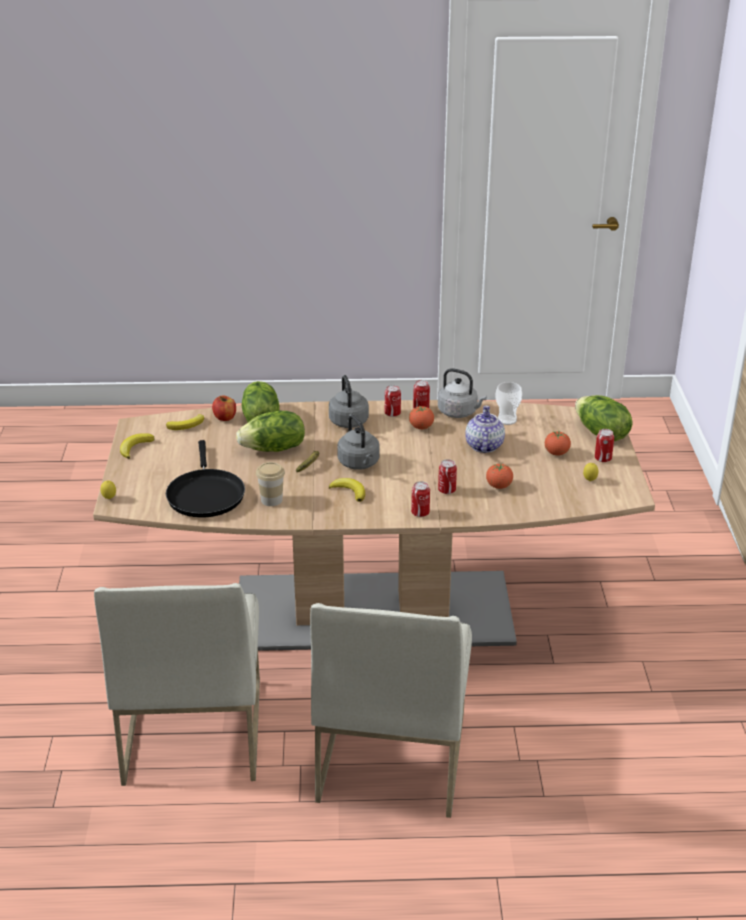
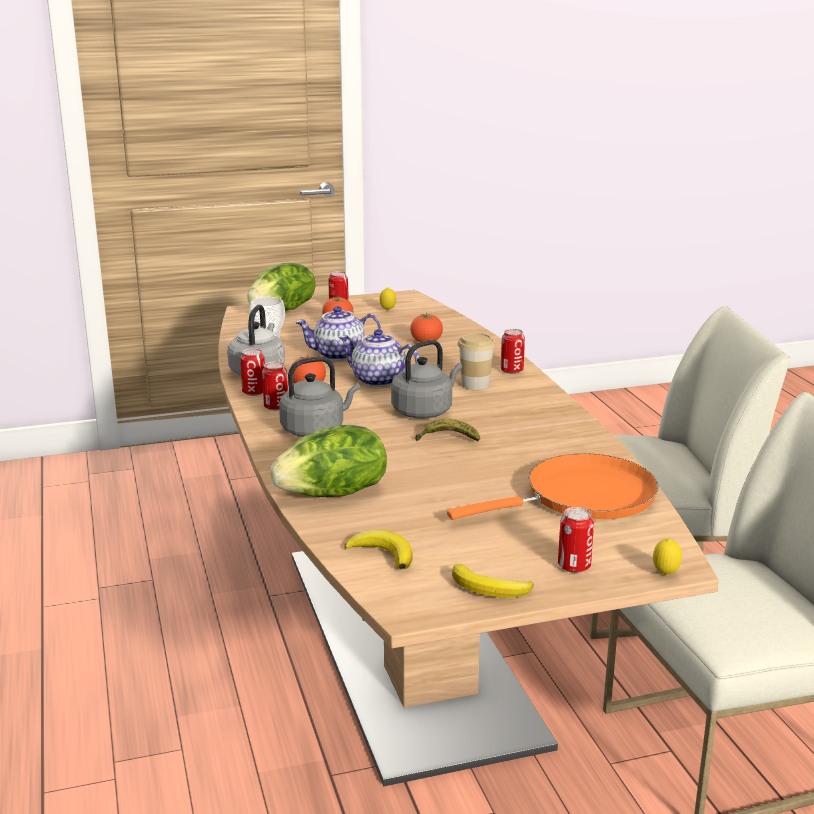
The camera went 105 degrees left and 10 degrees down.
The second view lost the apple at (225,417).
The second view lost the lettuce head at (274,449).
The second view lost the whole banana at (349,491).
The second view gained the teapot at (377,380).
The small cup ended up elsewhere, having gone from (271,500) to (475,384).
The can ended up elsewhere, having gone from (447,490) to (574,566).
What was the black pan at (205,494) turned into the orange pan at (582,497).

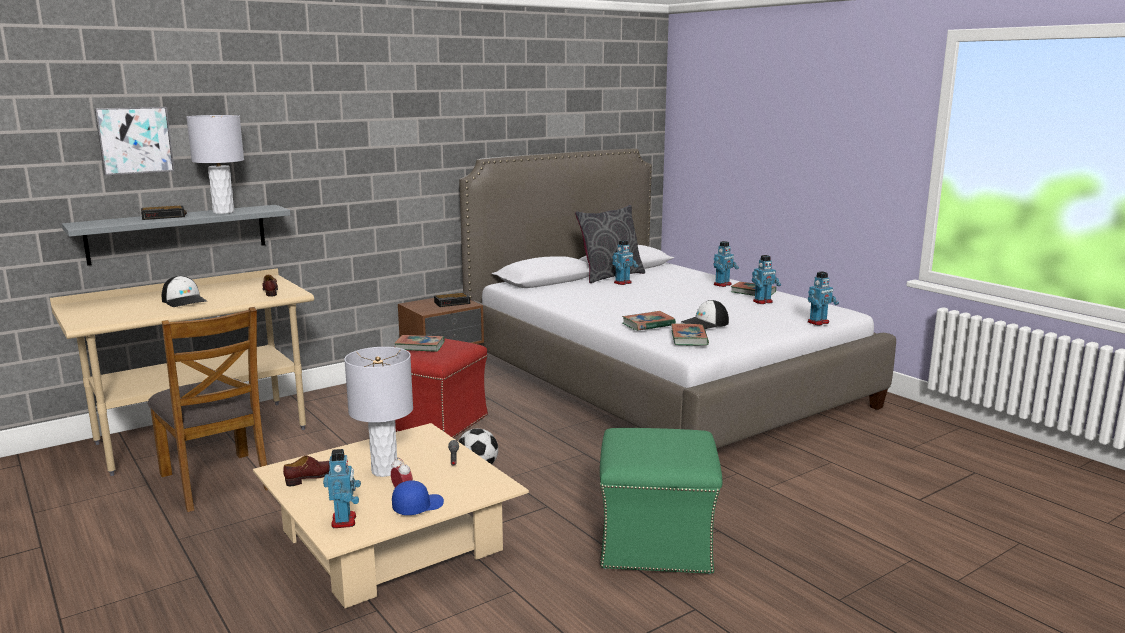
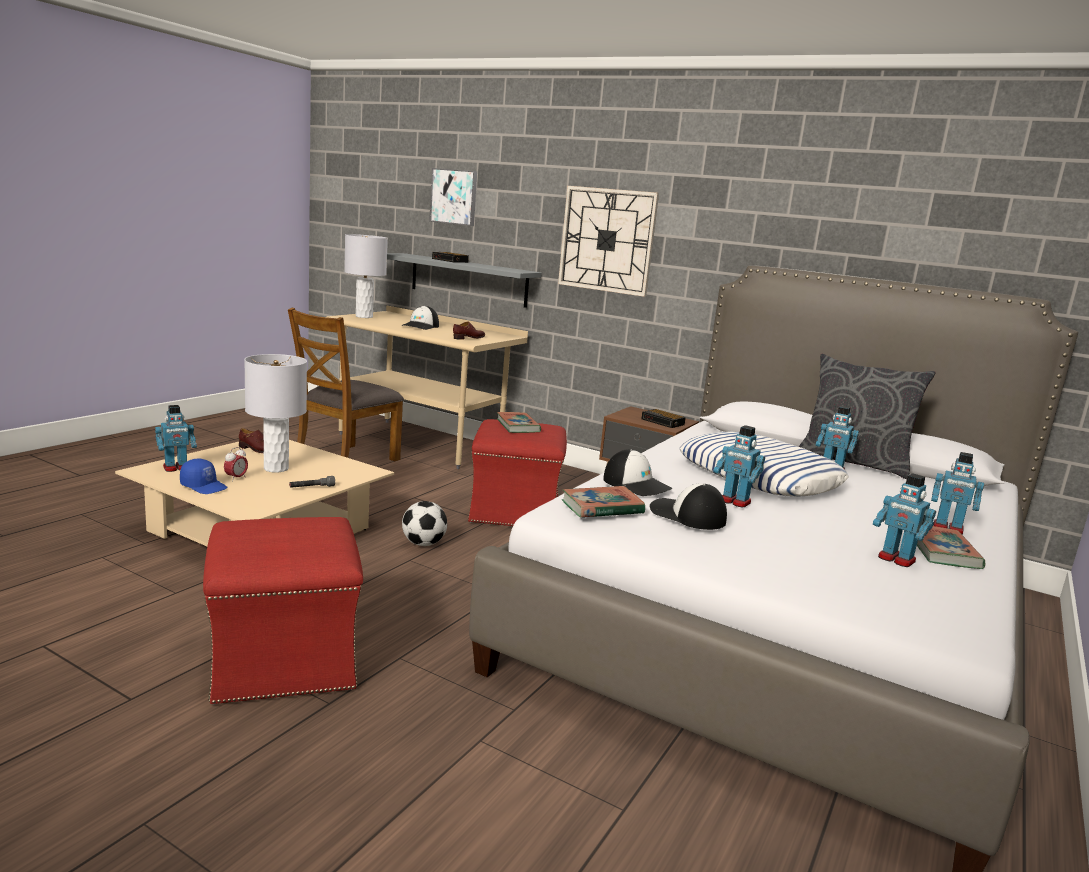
The camera went 65 degrees right and 0 degrees up.
The second view gained the wall clock at (607,240).
The second view gained the cushion at (759,476).
The gray lamp for a table ended up elsewhere, having gone from (224,212) to (364,316).
The toy robot ended up elsewhere, having gone from (818,322) to (734,502).
Where the bound book stood at (648,324), the cap came to stand at (637,484).
What was the greenish footrest at (657,543) turned into the red-coloured footrest at (284,661).

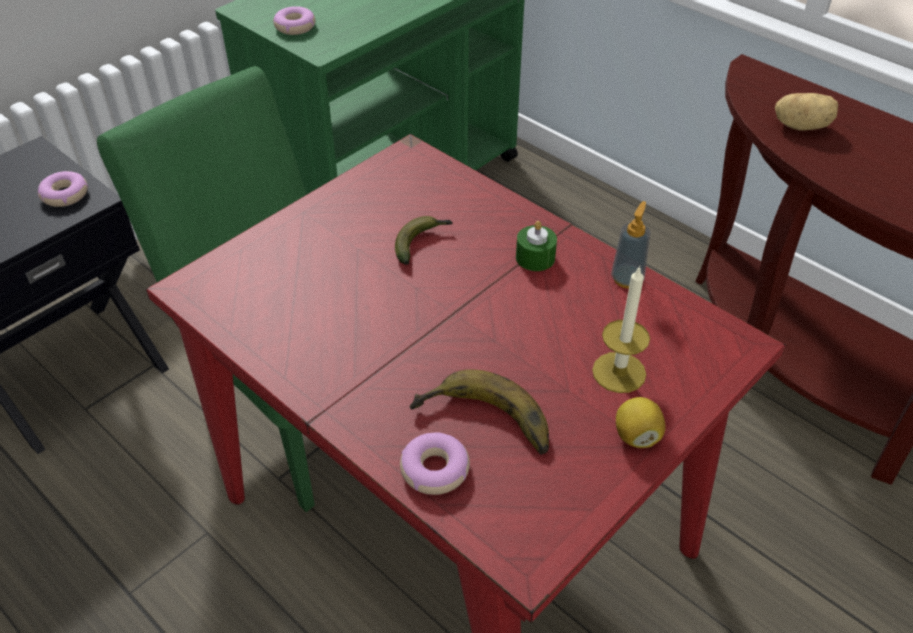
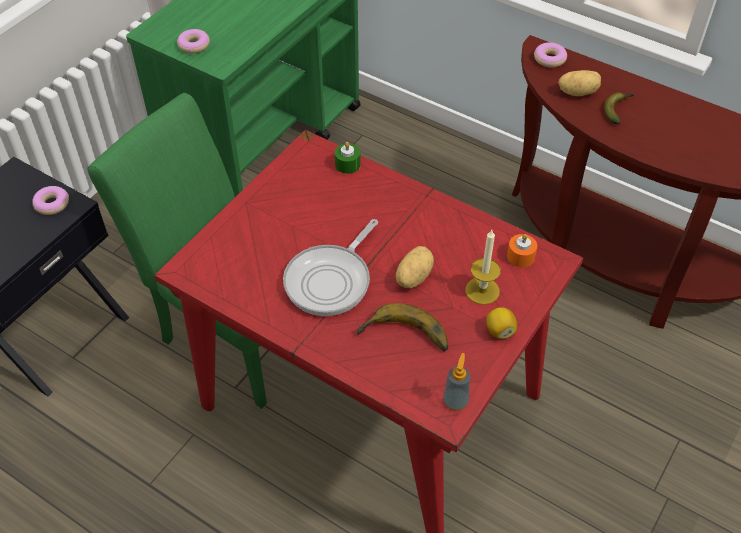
The camera went 10 degrees left and 5 degrees up.
The second view gained the pan at (331,280).
The second view gained the spud at (412,277).
The second view gained the orange candle at (520,256).
The whole banana ended up elsewhere, having gone from (421,243) to (617,110).
The doughnut ended up elsewhere, having gone from (435,469) to (549,59).
The greenish candle ended up elsewhere, having gone from (535,257) to (347,164).
The liquid soap bottle ended up elsewhere, having gone from (627,279) to (455,401).

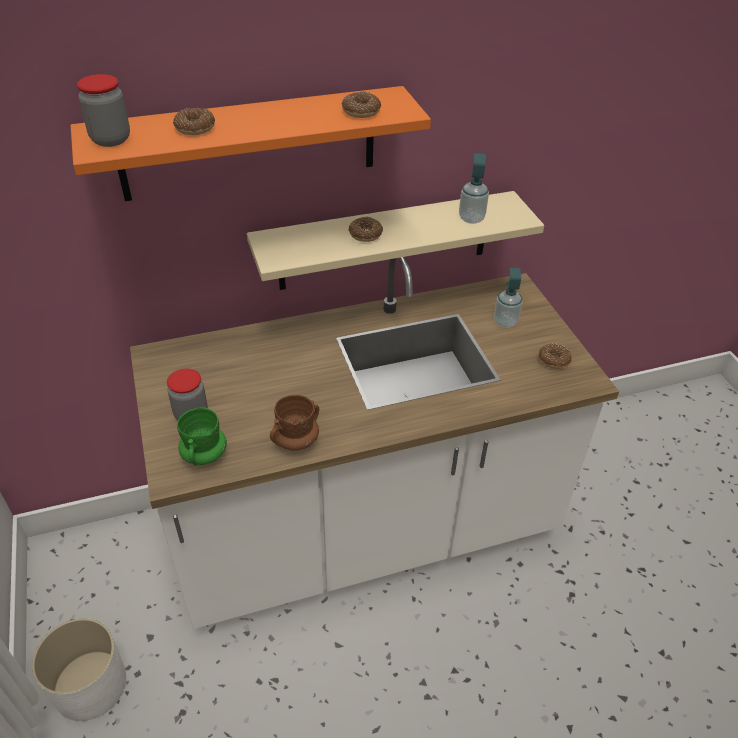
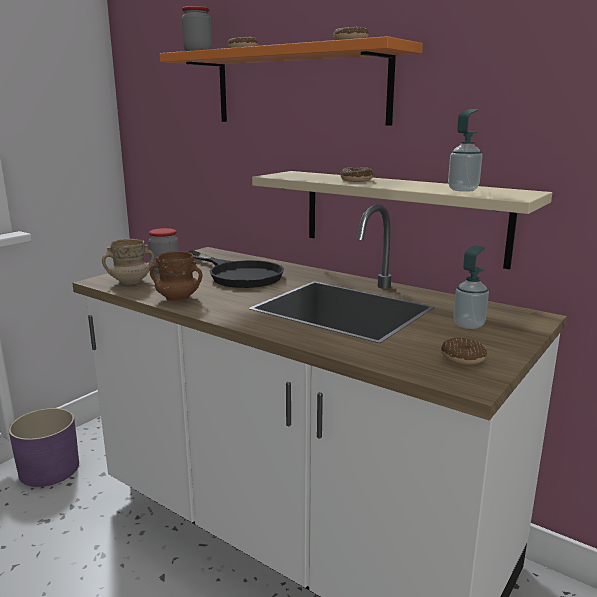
The camera went 55 degrees right and 25 degrees down.
The second view gained the black pan at (238,274).
What was the whitish flower pot at (90,684) turned into the purplish flower pot at (50,469).
What was the greenish coffee mug at (204,455) turned into the beige-coloured coffee mug at (130,282).

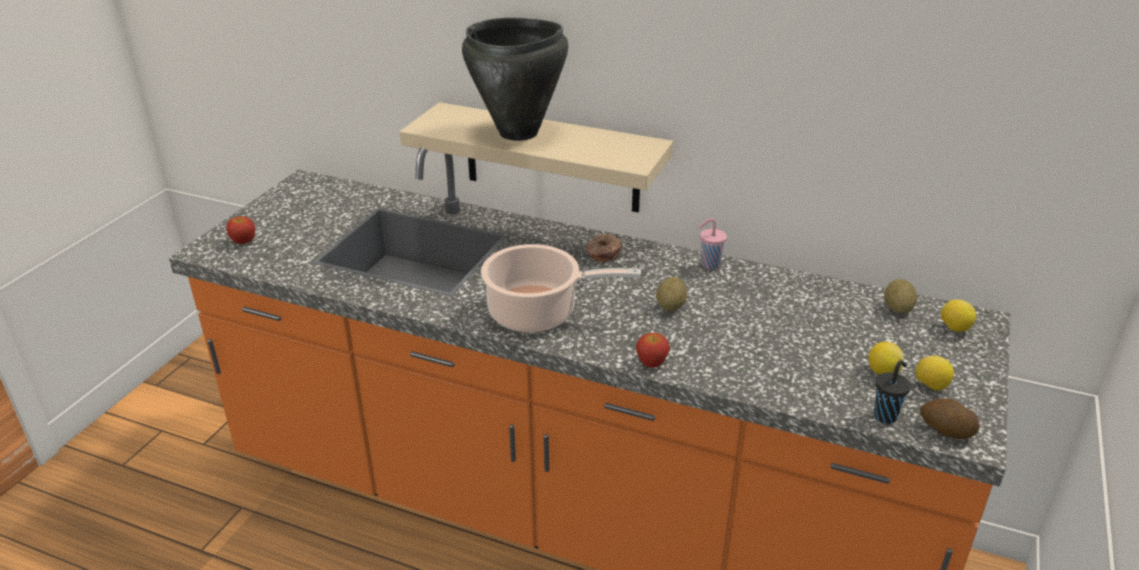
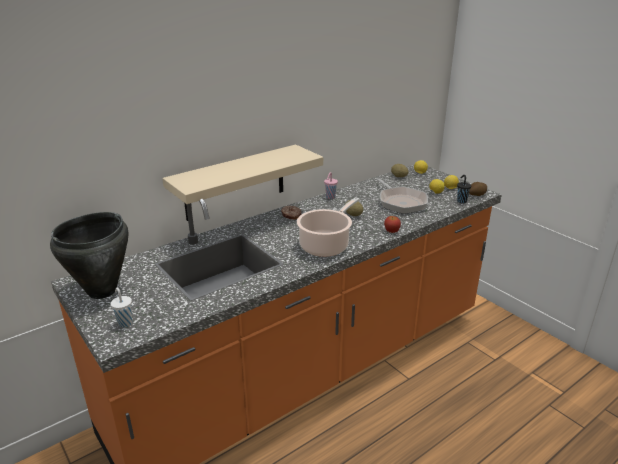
The camera went 60 degrees left and 5 degrees down.
The second view gained the pan at (400,202).
The black cooking pot ended up elsewhere, having gone from (519,133) to (103,291).
Where the apple stood at (243,241), the whitish small cup came to stand at (125,322).

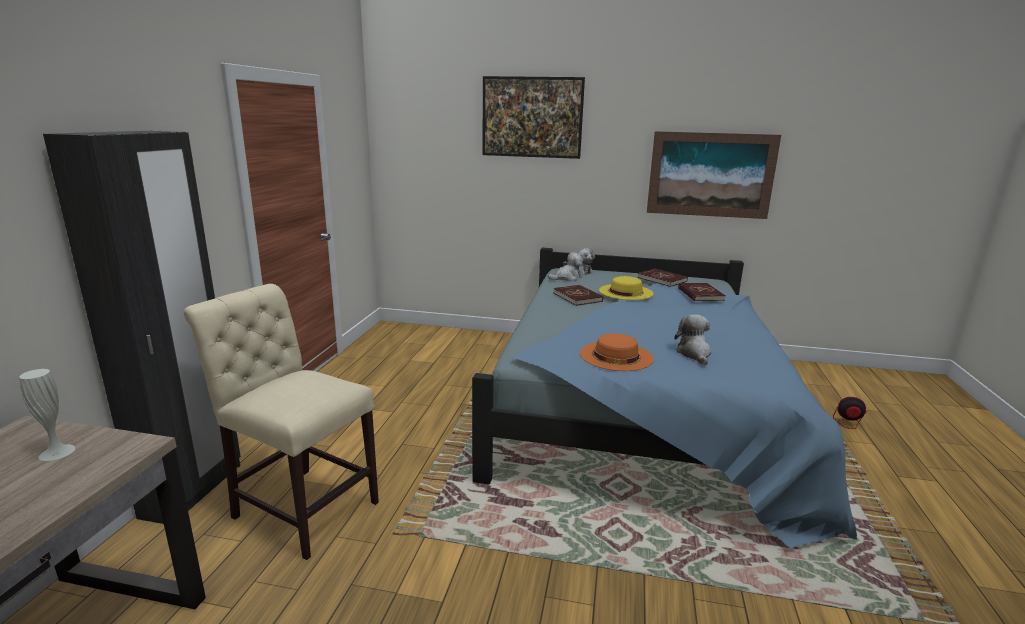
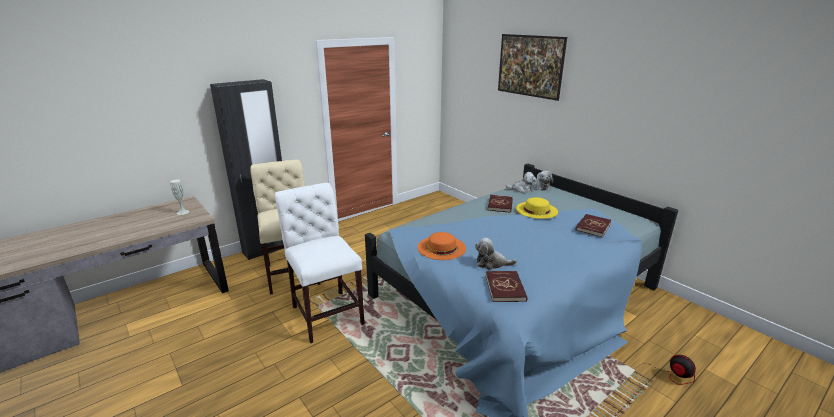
The camera went 40 degrees right and 5 degrees up.
The second view lost the wall art at (710,175).
The second view gained the whitish upright chair at (326,312).
The red-coloured bound book ended up elsewhere, having gone from (662,279) to (505,288).
The soft toy at (694,354) ended up facing another way, 120 degrees counterclockwise from before.

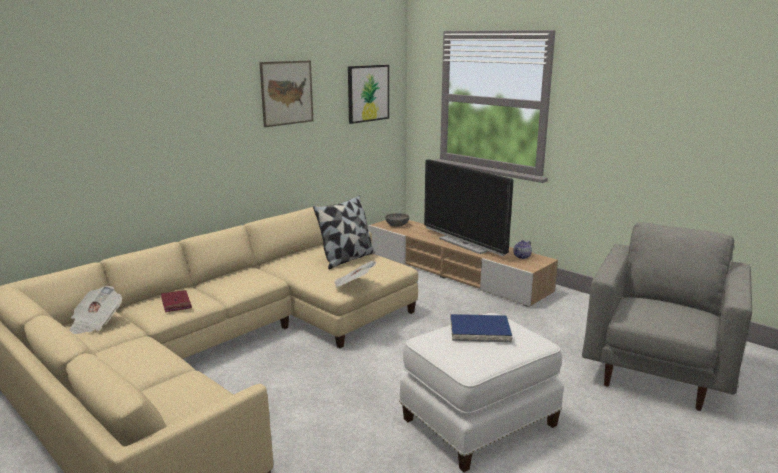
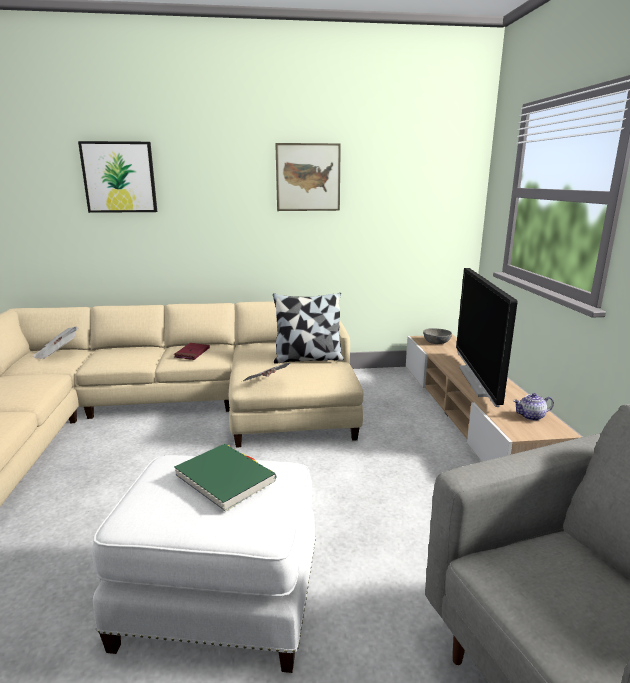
The camera went 40 degrees right and 0 degrees up.
The red-coloured bound book ended up elsewhere, having gone from (176,303) to (192,353).
The wall art ended up elsewhere, having gone from (368,93) to (119,177).
What was the blue bound book at (479,331) turned into the greenish bound book at (225,479).

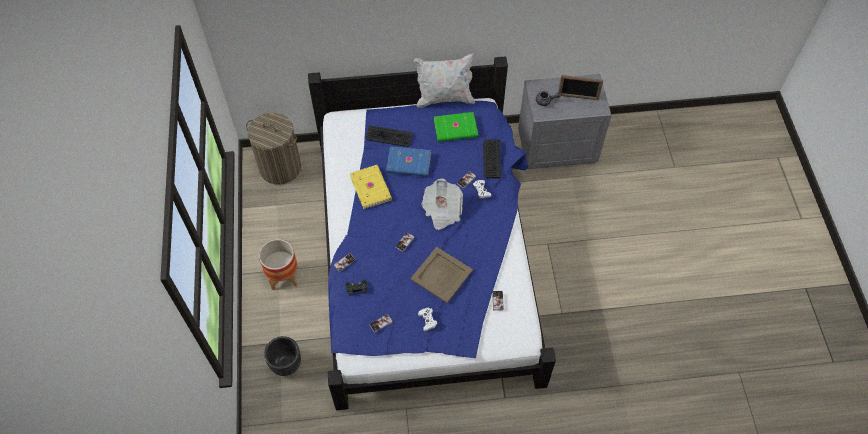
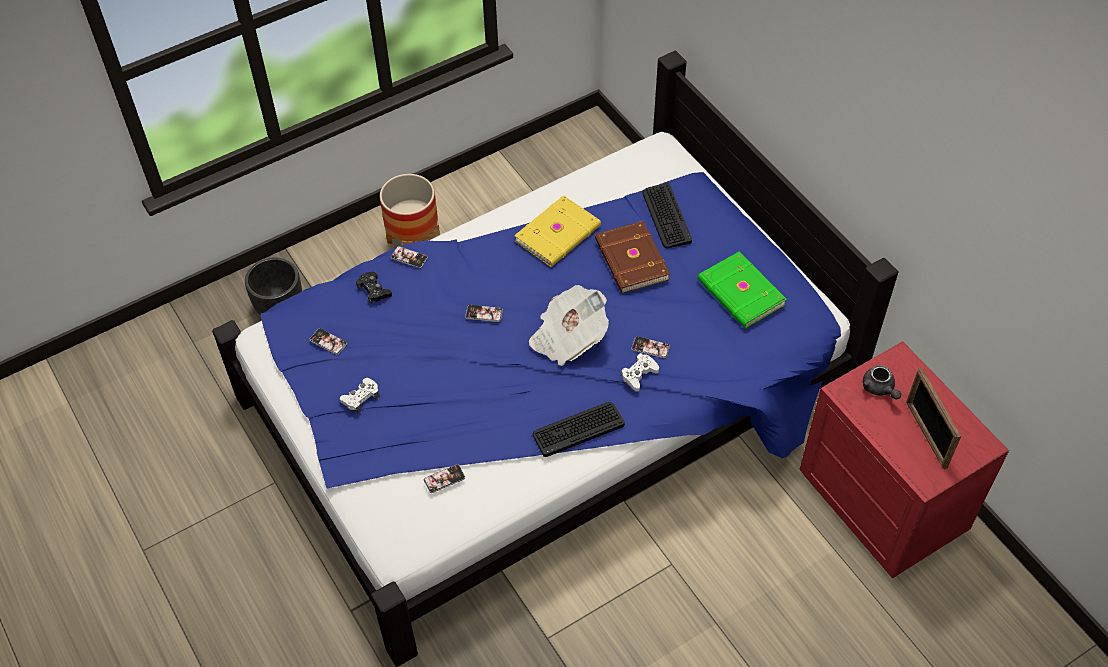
The camera went 65 degrees right and 5 degrees down.
The second view lost the washing basket at (280,167).
The second view lost the beige-coloured serving tray at (441,275).
The second view lost the whitish cushion at (444,98).
The keyboard ended up elsewhere, having gone from (491,159) to (578,429).
What was the blue bound book at (409,164) turned into the brown bound book at (630,260).
What was the gray night table at (557,146) turned into the red-coloured night table at (883,503).

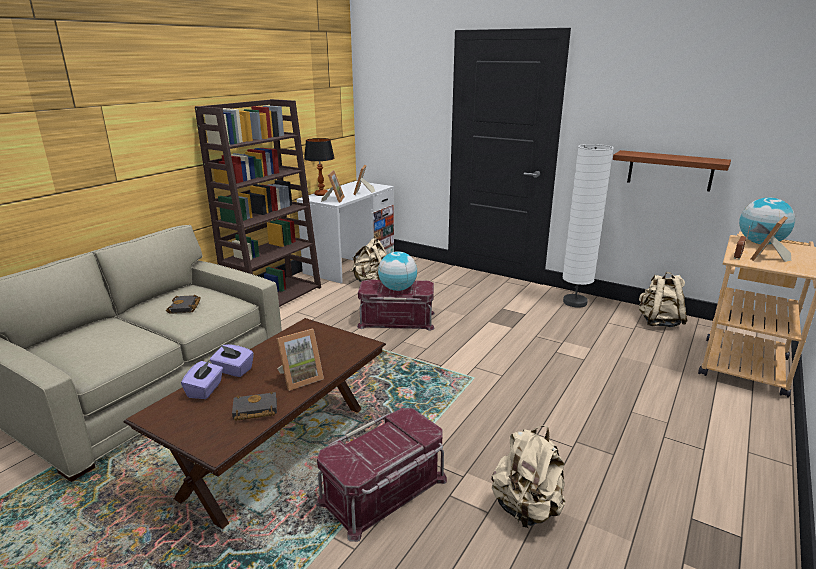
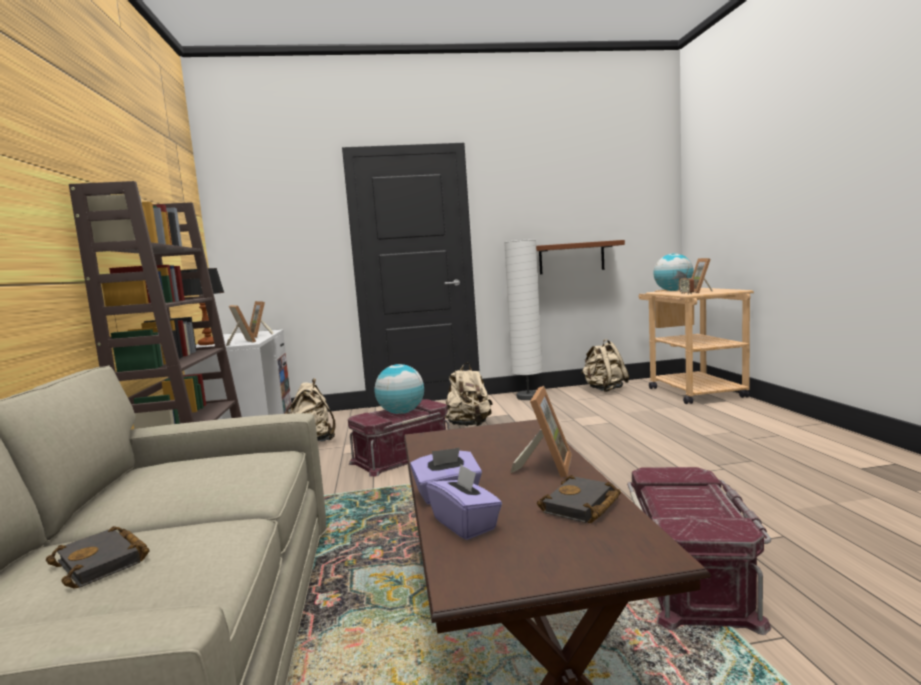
The camera went 40 degrees left and 15 degrees down.
The black bound book ended up elsewhere, having gone from (185,307) to (104,562).
The beige-coloured rucksack ended up elsewhere, having gone from (526,509) to (469,425).

